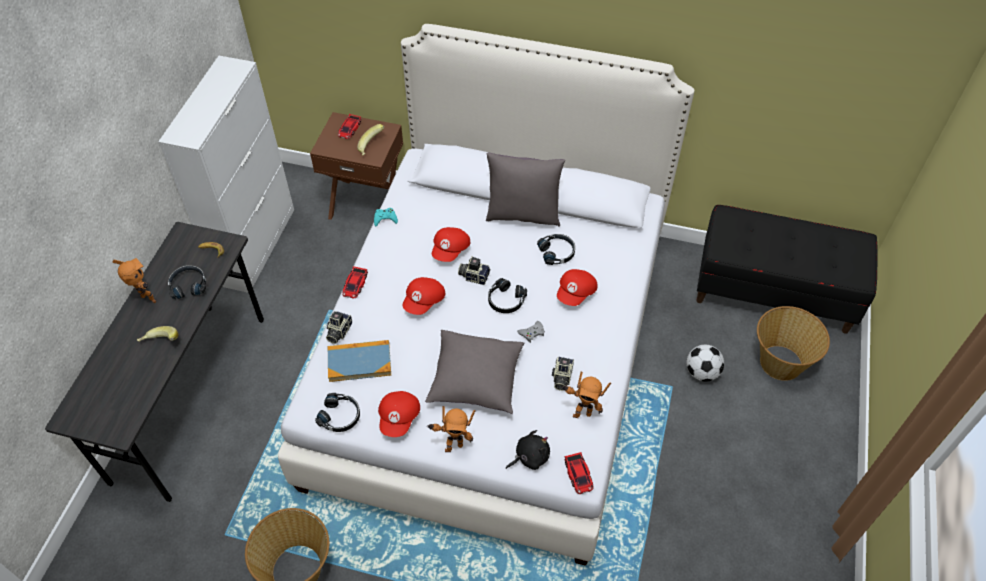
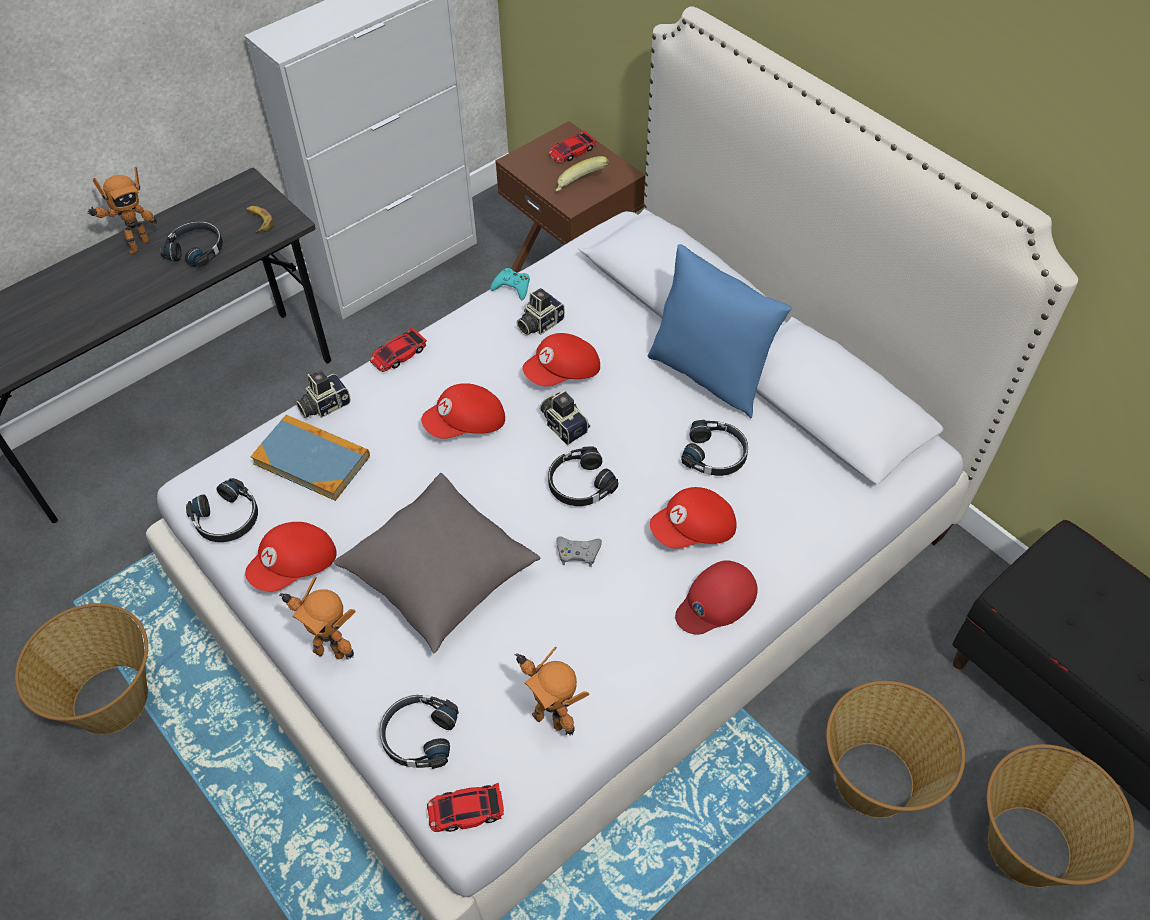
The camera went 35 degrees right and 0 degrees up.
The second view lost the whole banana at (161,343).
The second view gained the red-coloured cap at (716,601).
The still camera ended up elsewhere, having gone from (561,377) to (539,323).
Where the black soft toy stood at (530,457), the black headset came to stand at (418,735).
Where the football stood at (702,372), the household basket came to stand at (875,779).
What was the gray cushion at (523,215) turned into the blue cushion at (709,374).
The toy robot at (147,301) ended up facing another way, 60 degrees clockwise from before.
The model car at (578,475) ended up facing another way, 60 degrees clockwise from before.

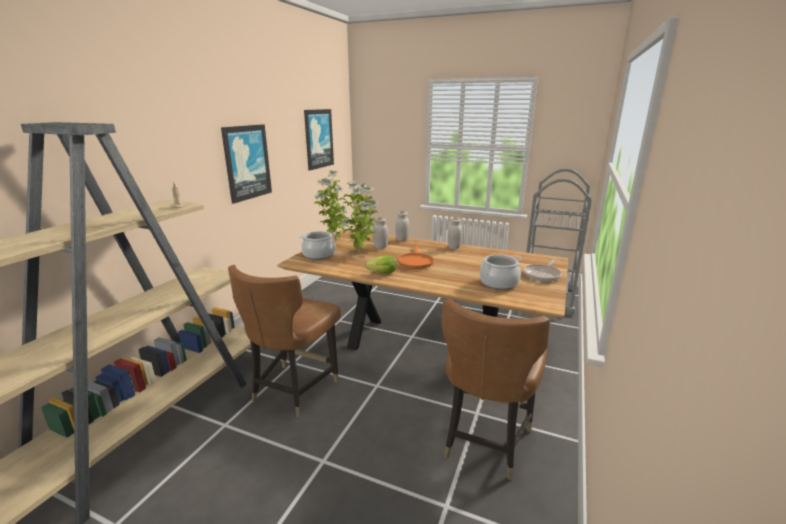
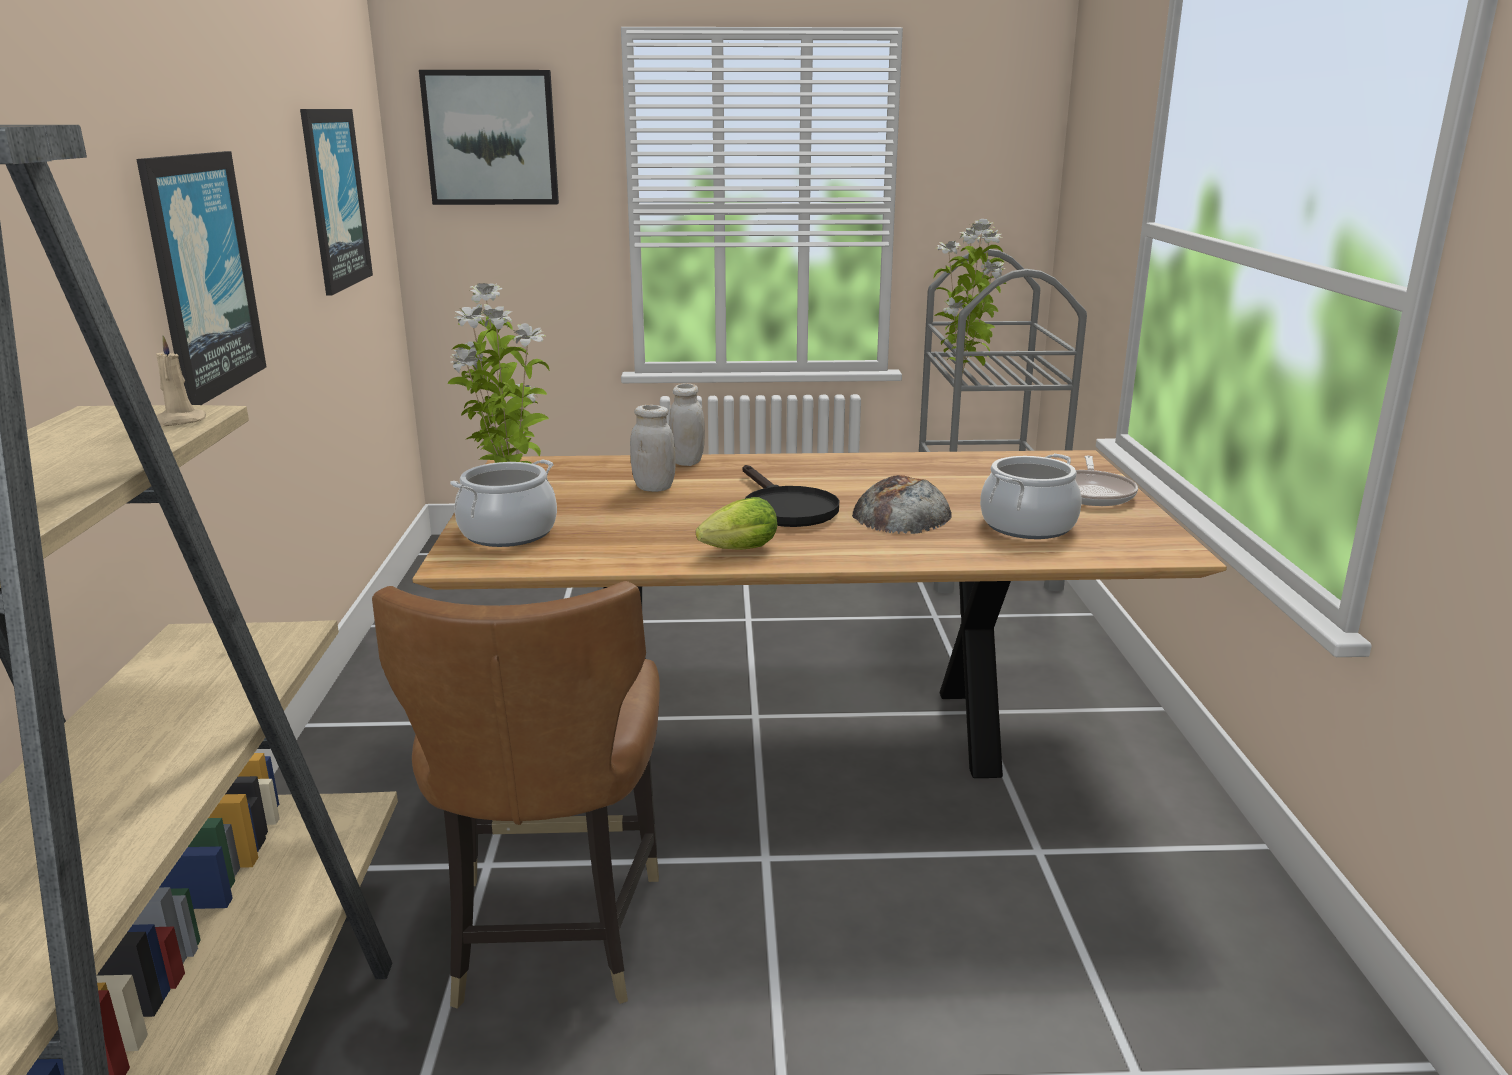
The camera went 25 degrees left and 0 degrees up.
The second view lost the brown upright chair at (484,441).
The second view lost the whitish storage jar at (454,247).
The second view gained the wall art at (491,138).
The second view gained the bakery bread at (901,513).
The plant in a pot ended up elsewhere, having gone from (360,254) to (963,375).
What was the orange pan at (415,261) turned into the black pan at (784,508).

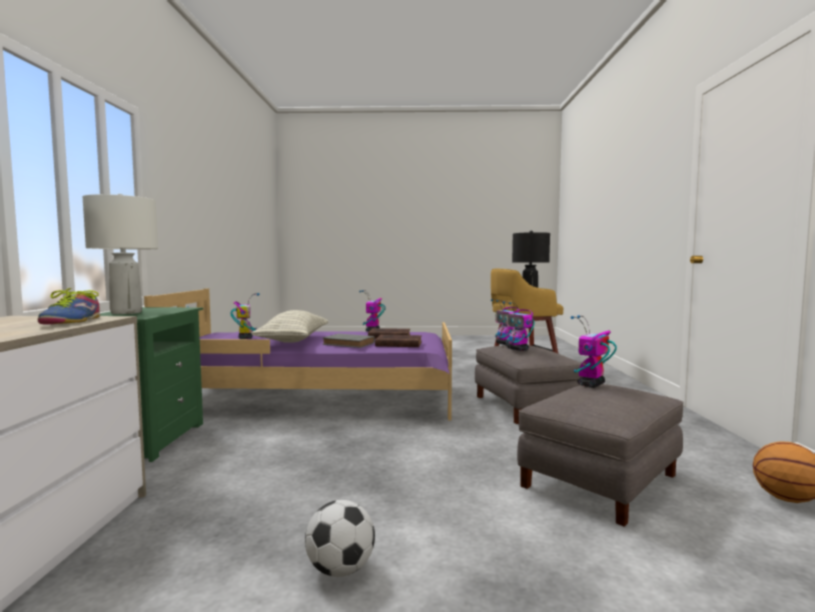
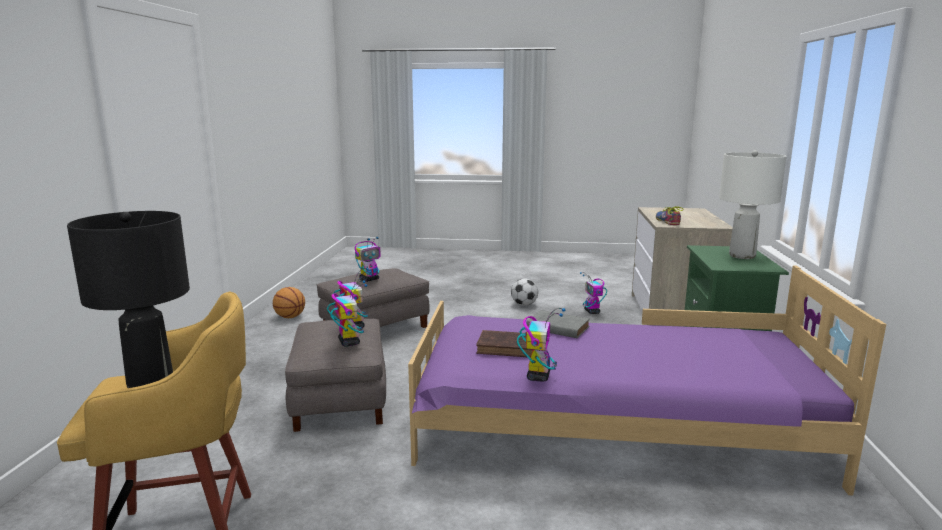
The camera went 175 degrees left and 10 degrees up.
The second view lost the cushion at (293,340).
The second view lost the brown bound book at (397,344).
The toy robot ended up elsewhere, having gone from (245,338) to (592,312).

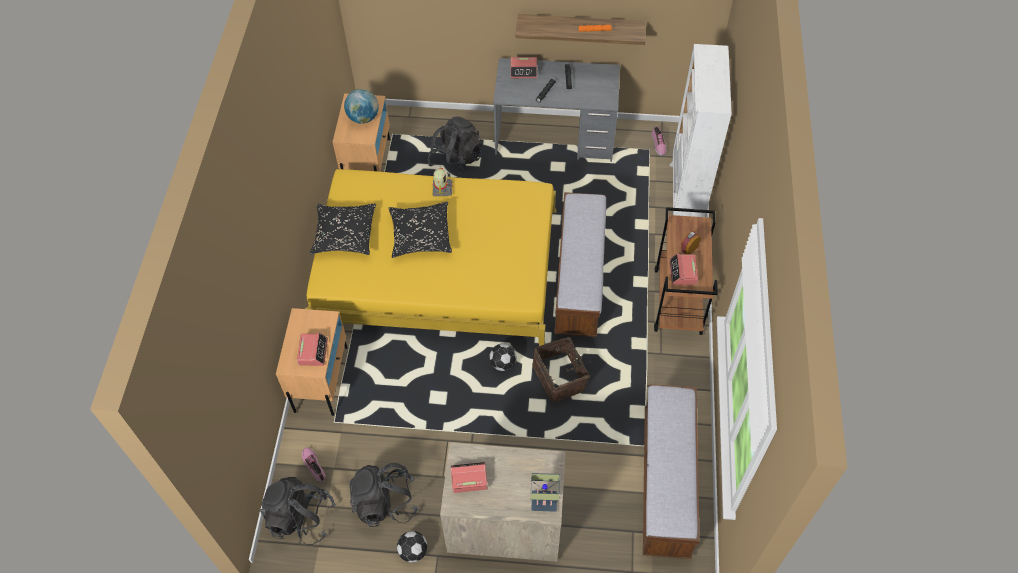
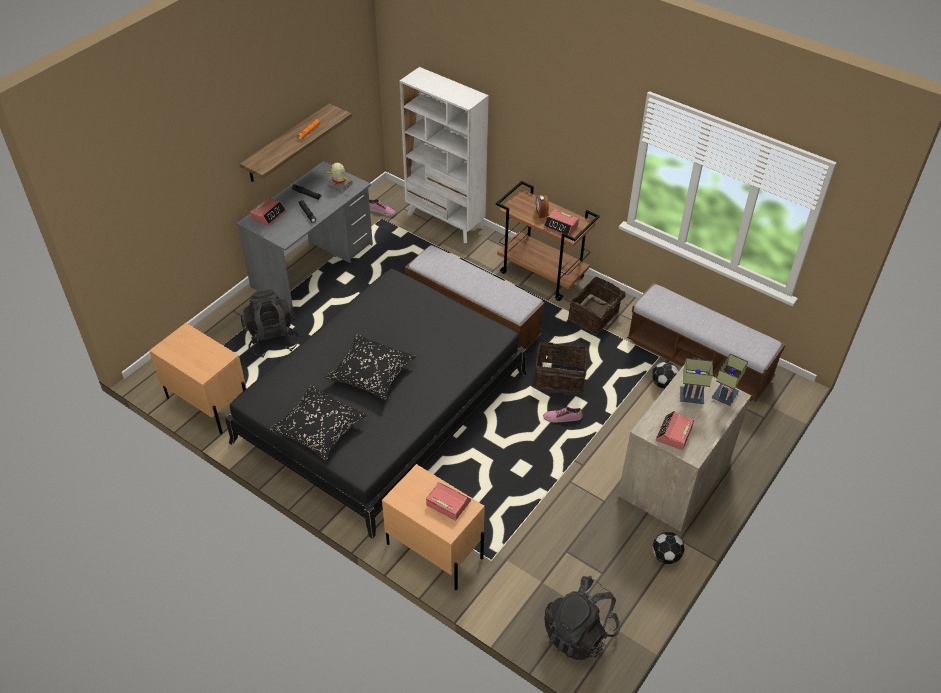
The camera went 60 degrees left and 10 degrees down.
The second view lost the globe at (363,118).
The second view lost the black rucksack at (385,502).
The second view gained the household basket at (595,316).
The second view gained the lamp for a table at (692,396).
The shoe ended up elsewhere, having gone from (314,465) to (562,417).
The toy robot ended up elsewhere, having gone from (441,189) to (339,185).
The football ended up elsewhere, having gone from (503,364) to (663,384).
What was the yellow-coloured bed at (437,269) turned into the black bed at (382,407).

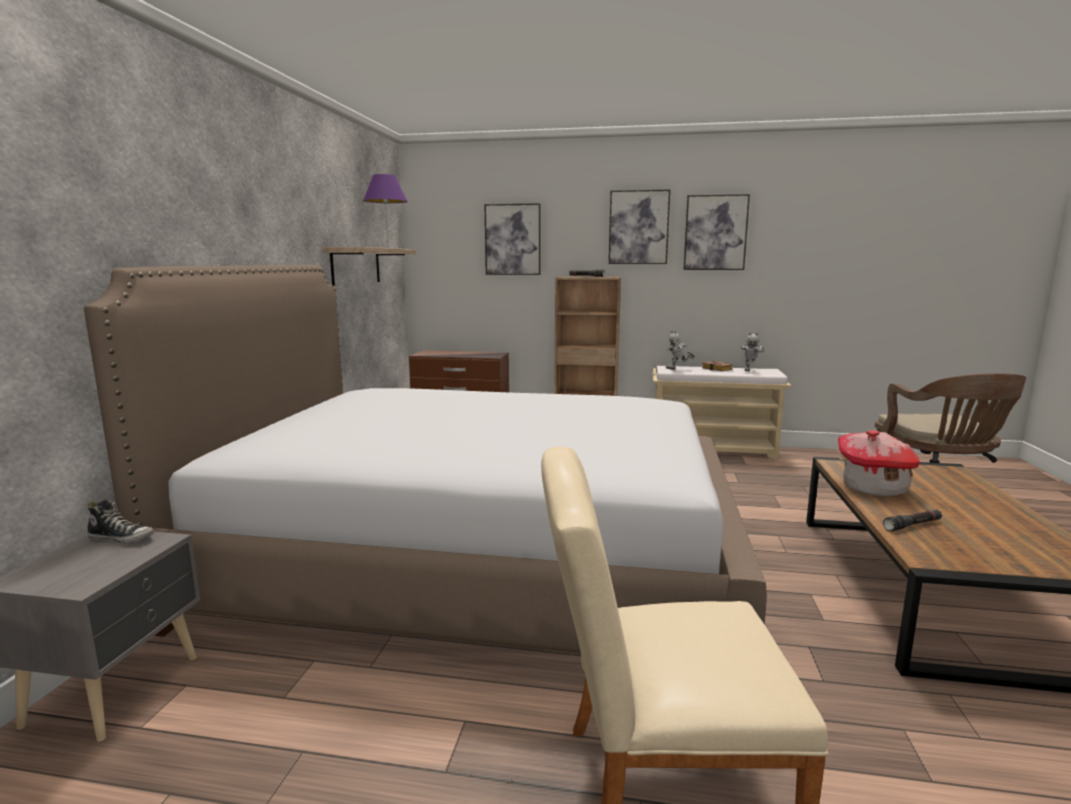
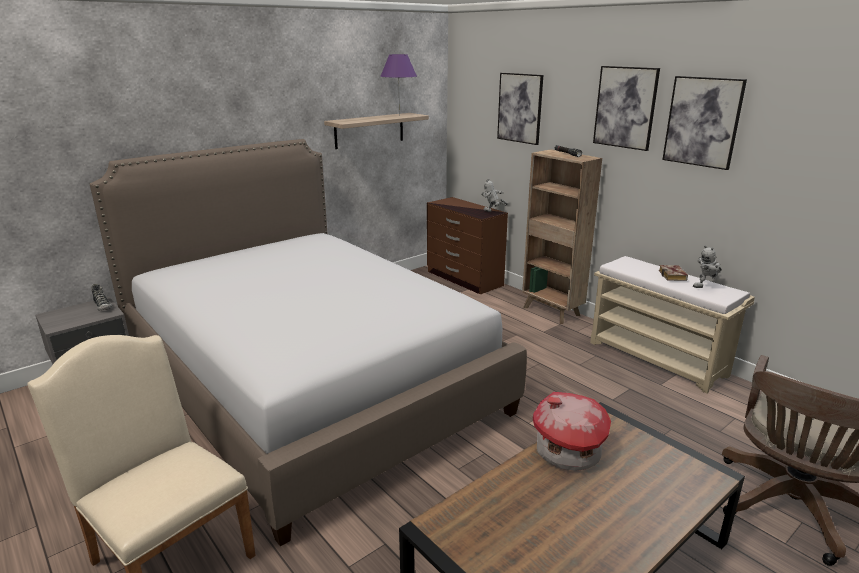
The camera went 40 degrees right and 10 degrees up.
The second view lost the black flashlight at (912,525).
The toy robot ended up elsewhere, having gone from (678,369) to (492,212).

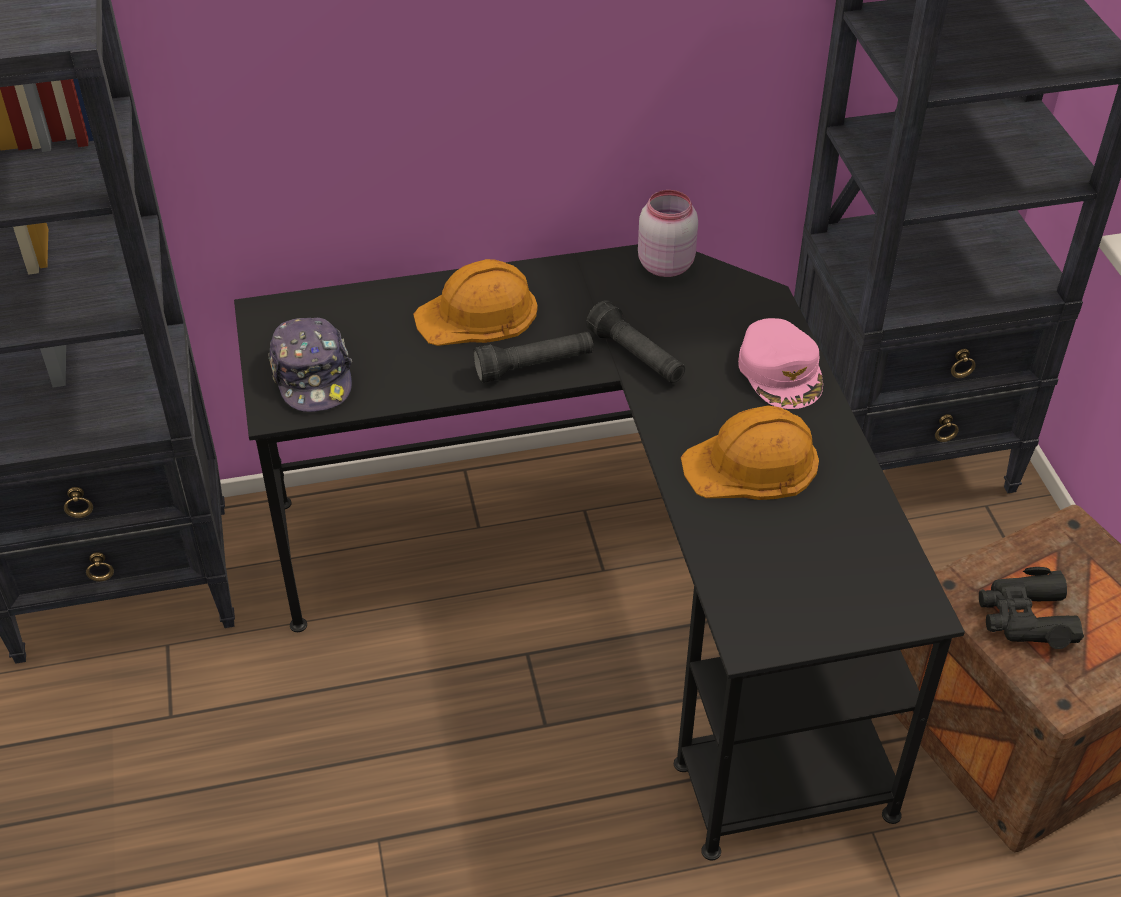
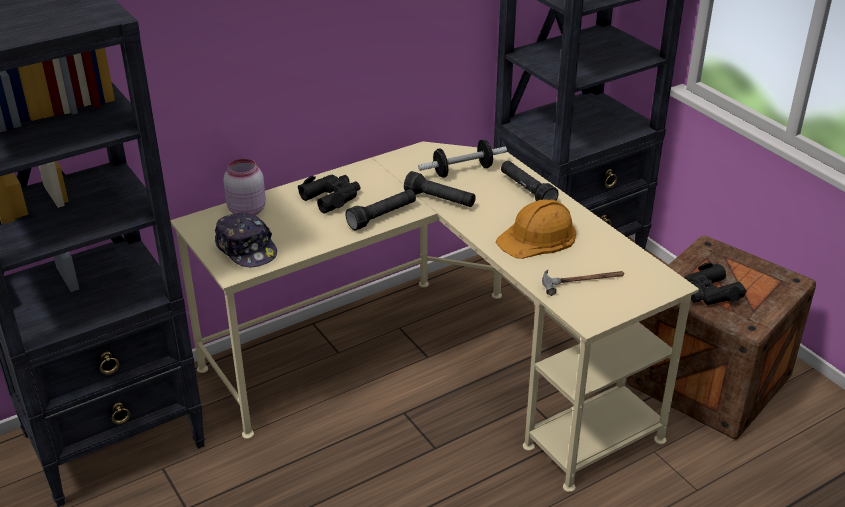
The camera went 20 degrees left and 10 degrees down.
The second view gained the hand weight at (462,171).
The second view gained the tool hammer at (583,280).
The pinkish storage jar ended up elsewhere, having gone from (665,264) to (246,210).
Where the orange safety helmet stood at (478,314), the black pair of binoculars came to stand at (332,197).
Where the pinkish cap stood at (781,371), the black flashlight came to stand at (526,190).
What was the black desk unit at (604,591) turned into the beige-coloured desk unit at (433,367).

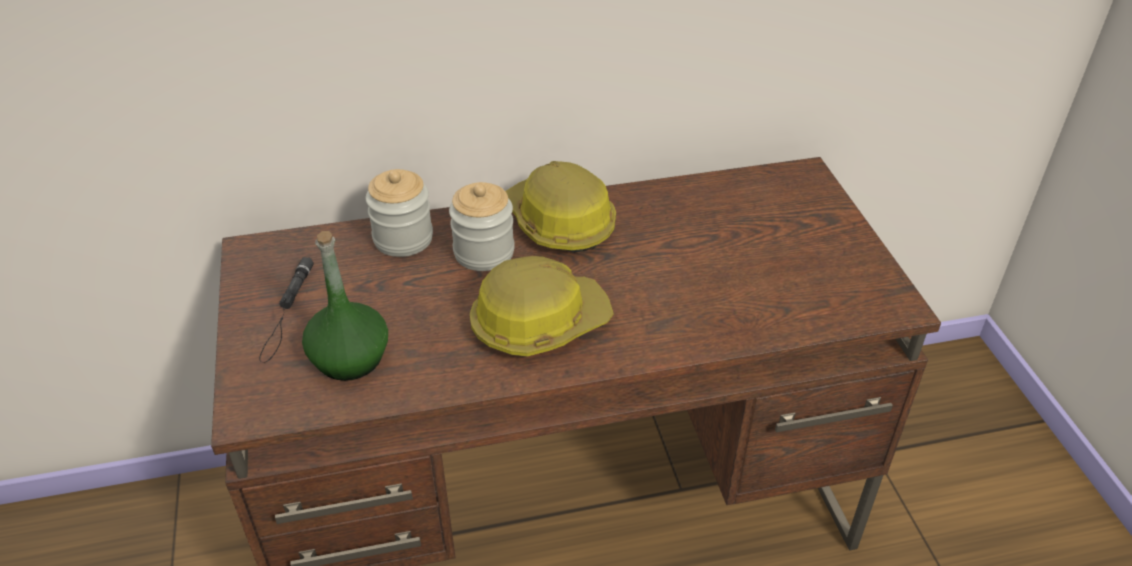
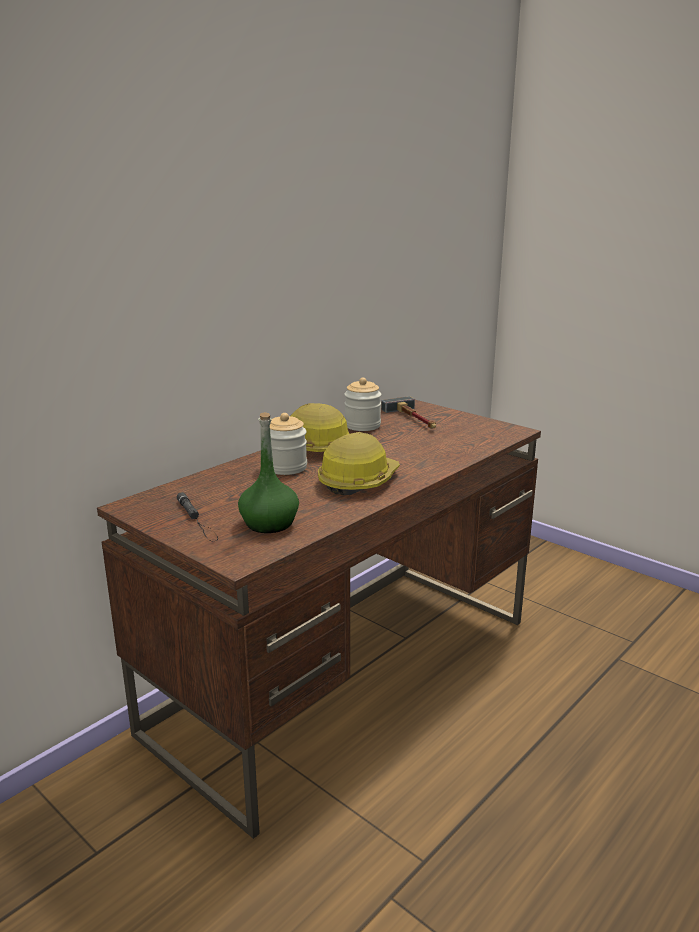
The camera went 35 degrees left and 20 degrees down.
The second view gained the tool hammer at (414,419).
The storage jar ended up elsewhere, having gone from (403,239) to (362,425).

